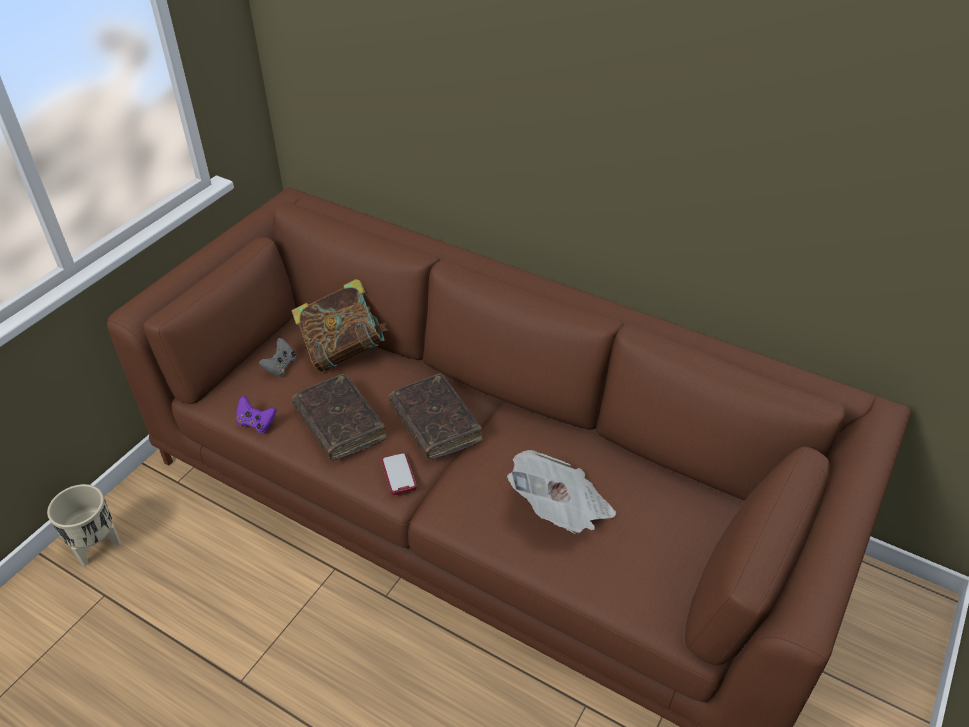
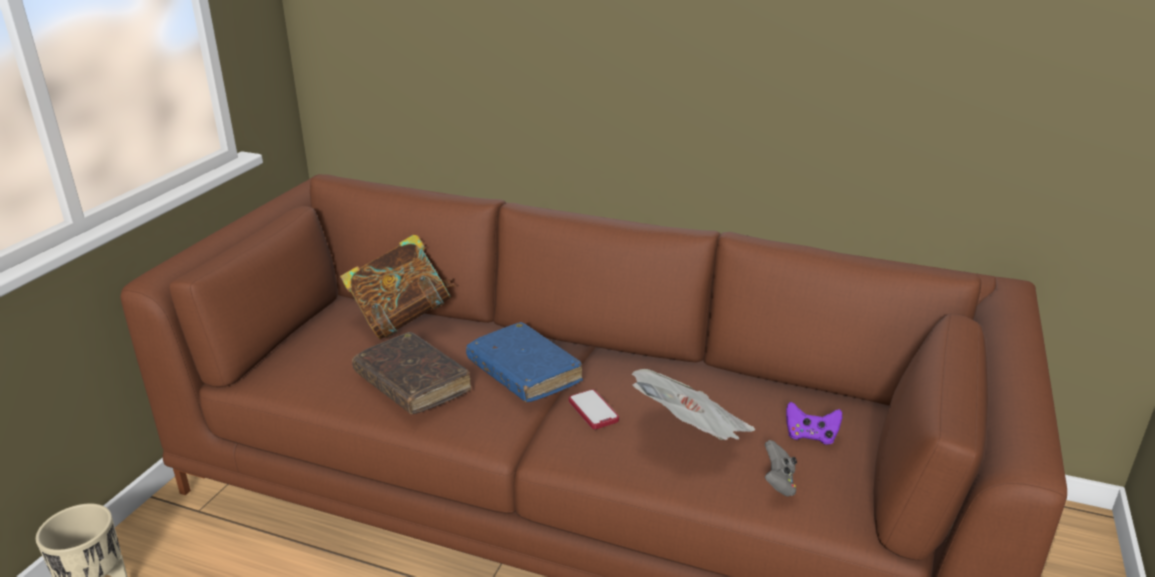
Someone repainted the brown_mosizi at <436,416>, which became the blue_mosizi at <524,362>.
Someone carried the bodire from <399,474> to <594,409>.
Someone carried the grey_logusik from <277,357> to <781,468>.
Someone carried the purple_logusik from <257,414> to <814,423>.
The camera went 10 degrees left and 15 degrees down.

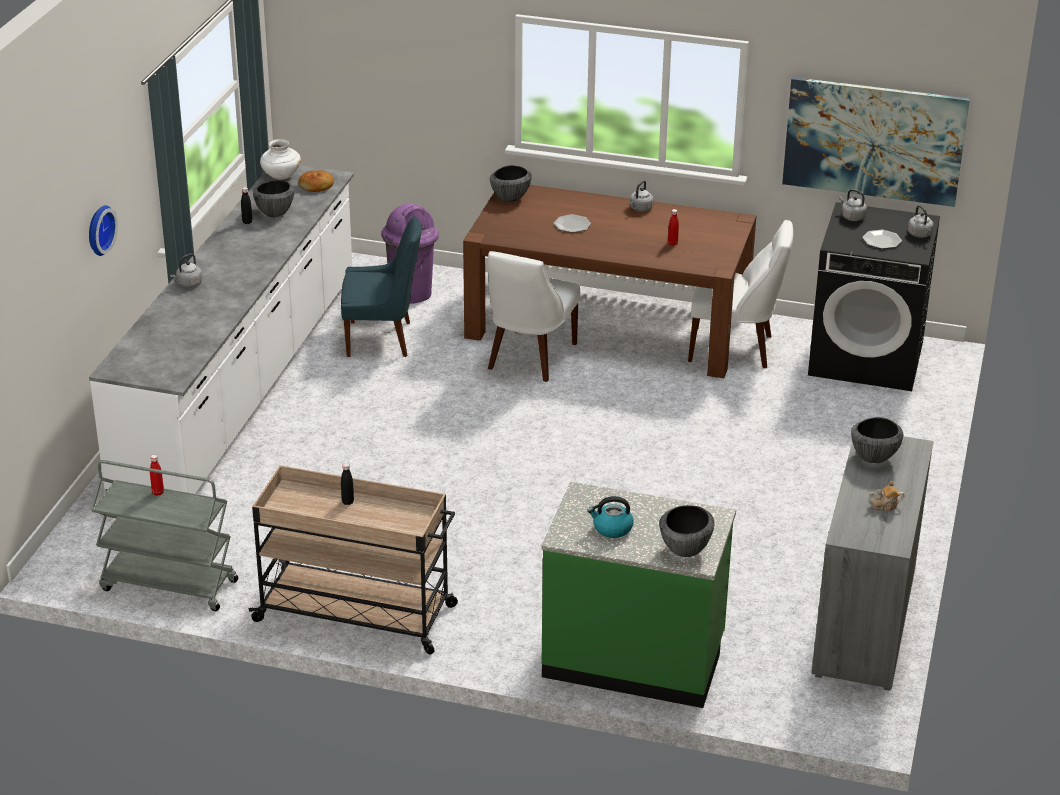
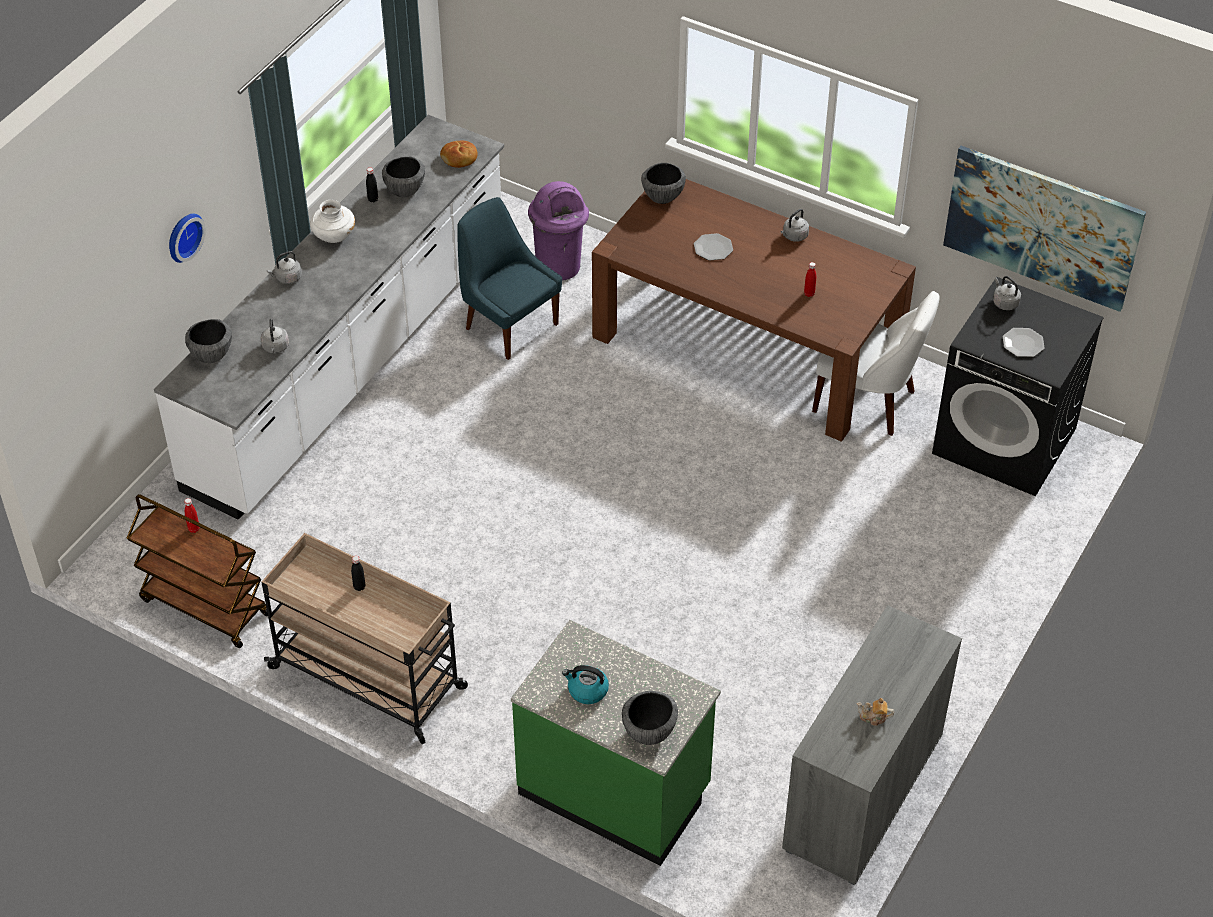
Someone repainted the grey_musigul at <164,535>, which became the brown_musigul at <197,571>.
Someone carried the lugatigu from <877,440> to <208,341>.
Someone carried the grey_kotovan from <921,221> to <275,335>.
Someone carried the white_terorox from <280,159> to <332,221>.
Someone rotated the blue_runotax at <381,286> by 150 degrees counterclockwise.
Someone took away the white_runotax at <534,316>.
The camera went 15 degrees right and 15 degrees up.

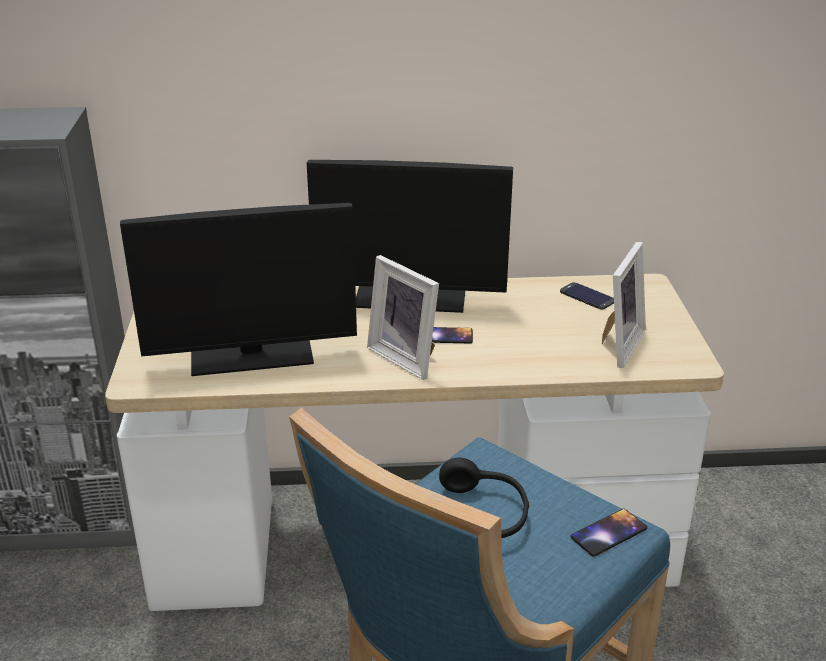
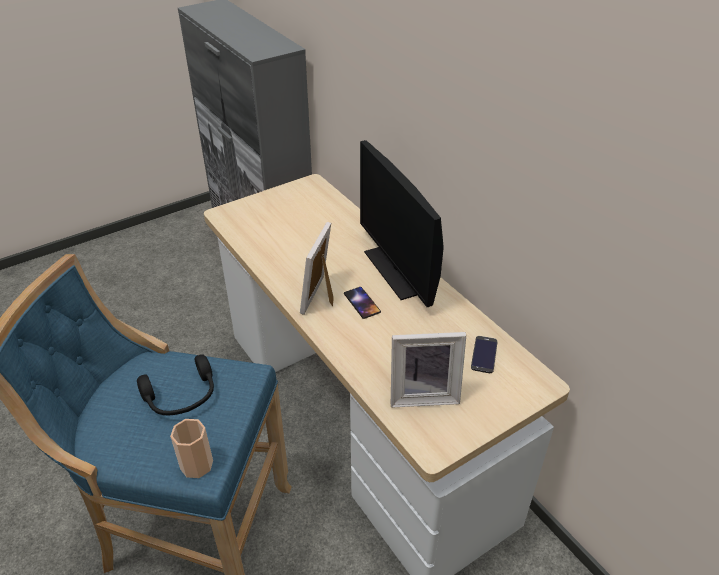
Someone swapped the bodire at <609,533> for the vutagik at <191,448>.
Someone took away the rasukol at <238,289>.
The camera went 60 degrees right and 10 degrees up.

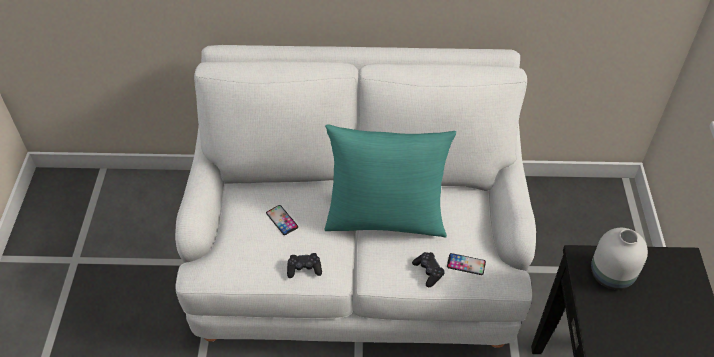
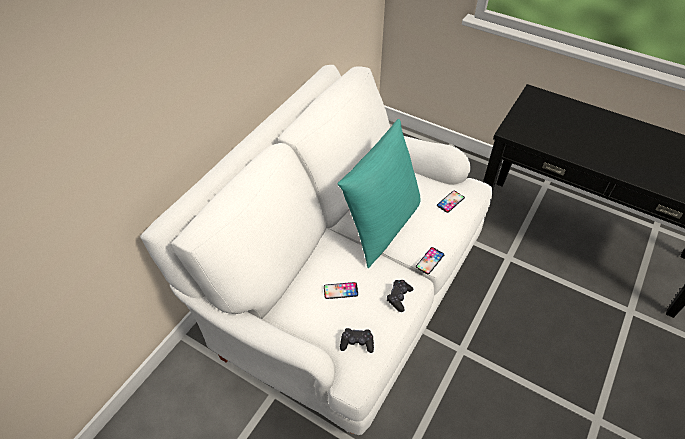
Someone carried the black_logusik from <428,269> to <357,340>.
Someone put down the bodire at <430,260>.
Someone took away the white_terorox at <619,259>.
The camera went 60 degrees left and 0 degrees up.

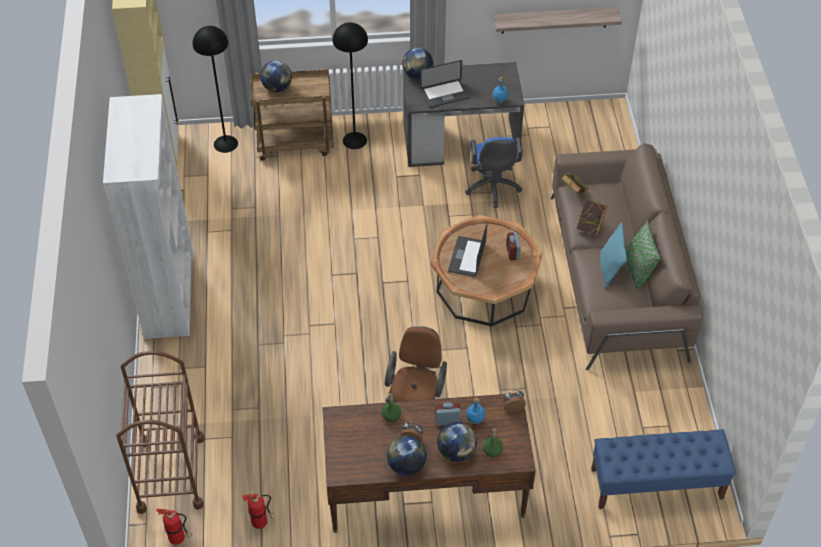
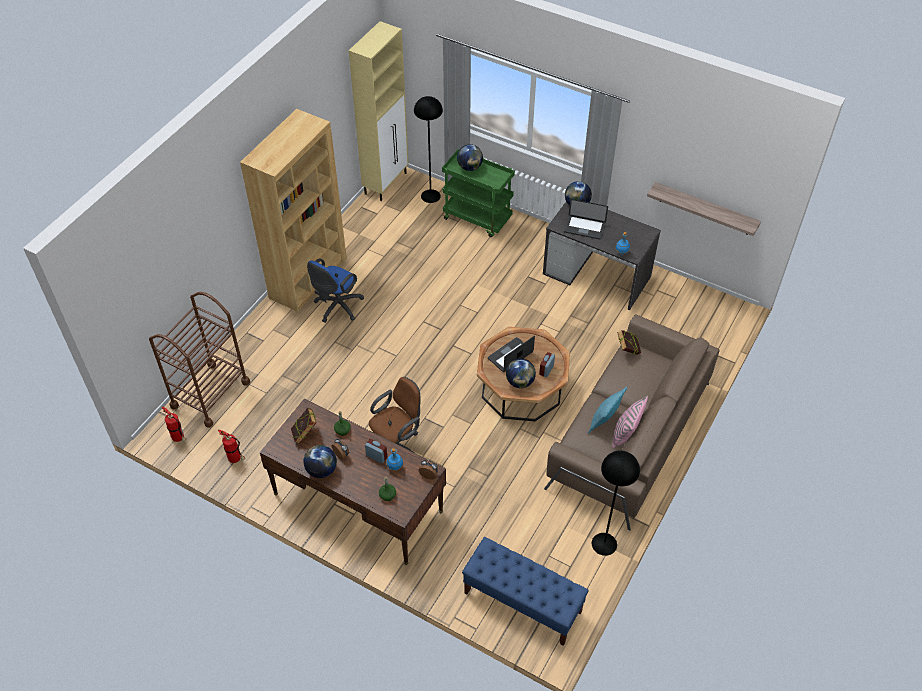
Someone repainted the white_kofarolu at <148,216>, which became the brown_kofarolu at <293,210>.
Someone carried the mosizi from <591,217> to <303,426>.
Someone carried the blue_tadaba from <494,172> to <335,291>.
Someone repainted the brown_musigul at <292,115>, which became the green_musigul at <478,193>.
Someone carried the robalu from <457,442> to <521,373>.
Someone carried the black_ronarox from <350,85> to <616,503>.
Someone repainted the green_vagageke at <643,255>, which became the pink_vagageke at <630,422>.
The camera went 35 degrees right and 0 degrees up.

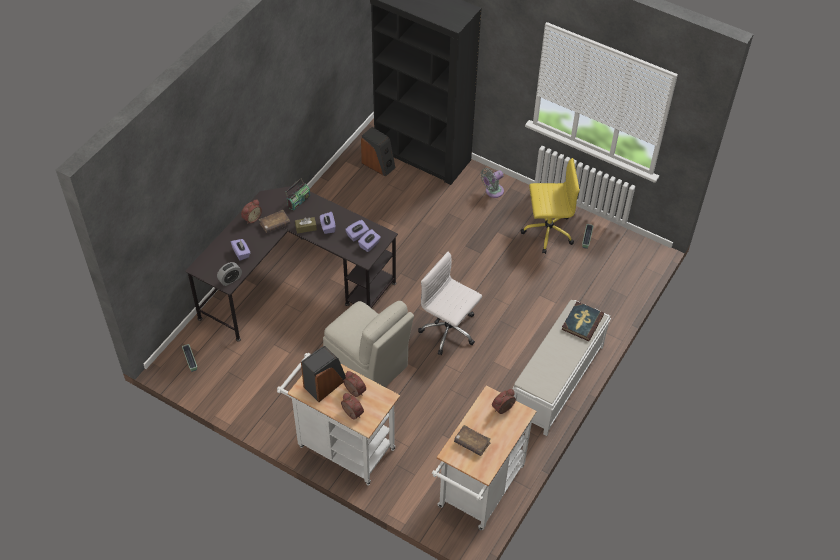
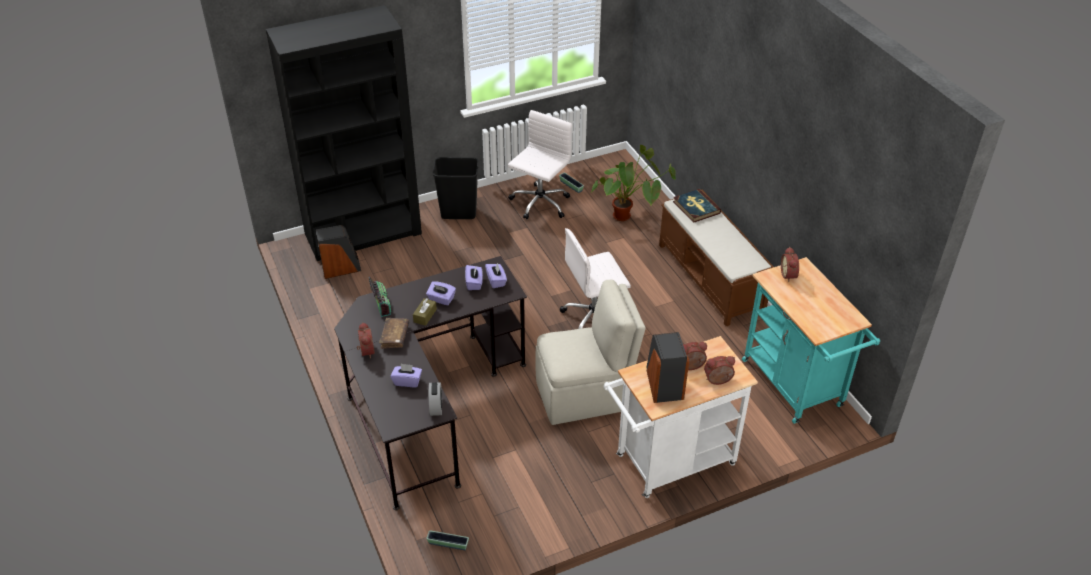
Someone swapped the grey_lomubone at <492,183> for the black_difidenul at <456,188>.
Someone repainted the yellow_tadaba at <550,206>, which became the white_tadaba at <540,164>.
Someone put down the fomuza at <634,183>.
Someone repainted the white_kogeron at <561,368>, which became the brown_kogeron at <716,258>.
Someone repainted the white_musigul at <484,458>, which became the turquoise_musigul at <811,340>.
Someone took away the brown_mosizi at <472,440>.
The camera went 55 degrees left and 10 degrees down.

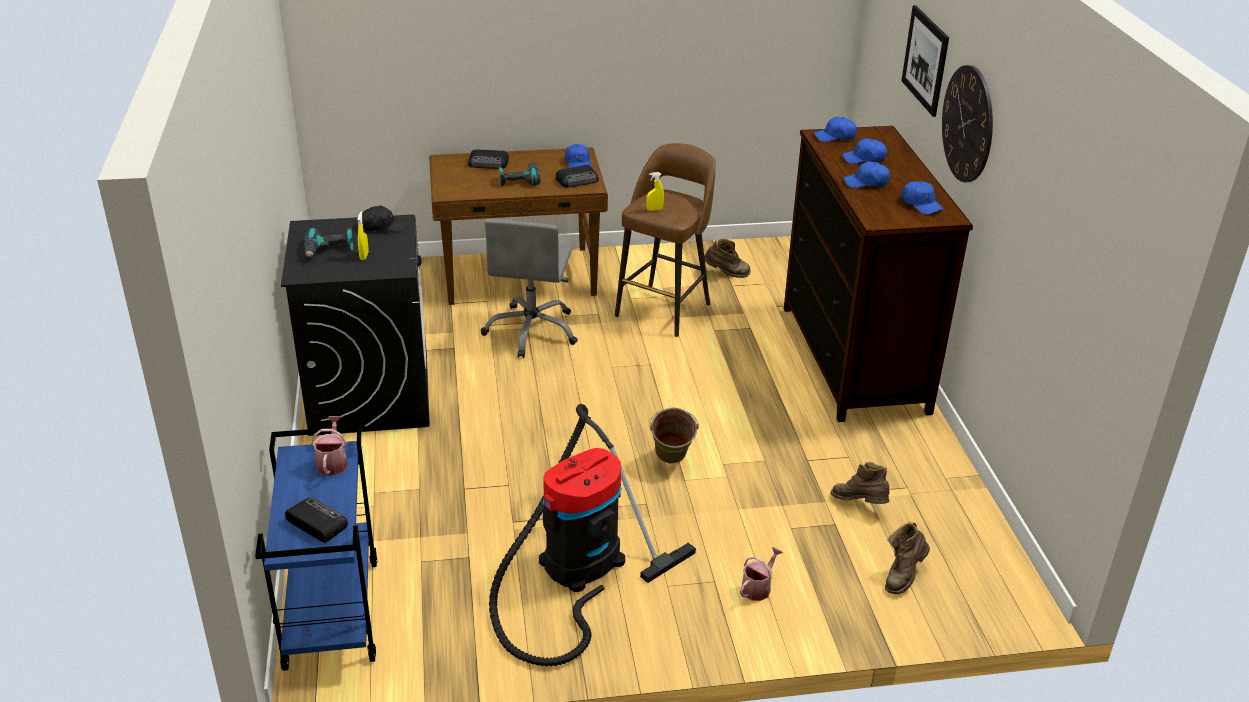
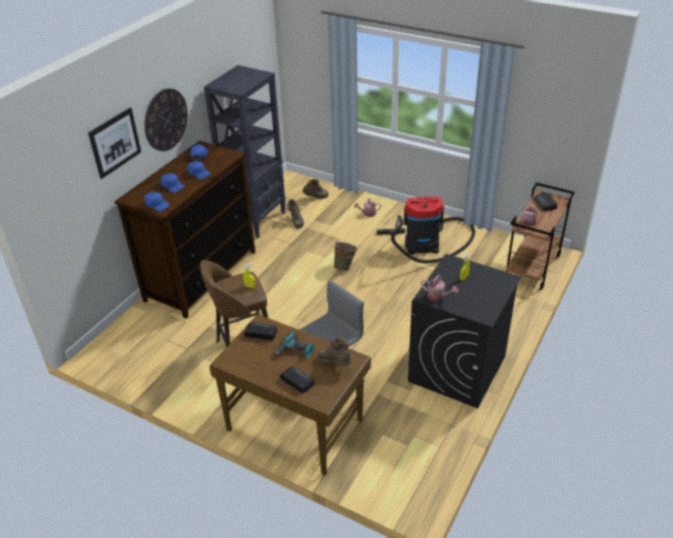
Someone put down the black_kofarolu at <245,151>.
Someone carried the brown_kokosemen from <727,258> to <334,351>.
Someone swapped the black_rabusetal at <384,219> for the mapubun at <439,288>.
Someone repainted the blue_musigul at <316,548>, which became the brown_musigul at <540,236>.
Someone took away the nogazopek at <328,243>.
Someone took away the blue_rabusetal at <578,156>.
The camera went 140 degrees left and 5 degrees up.

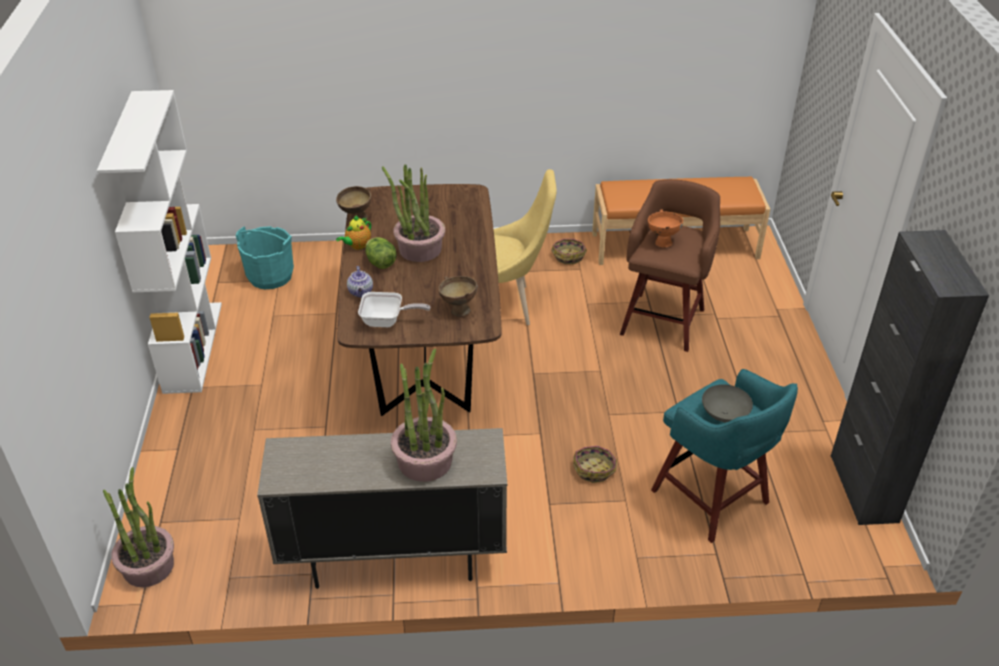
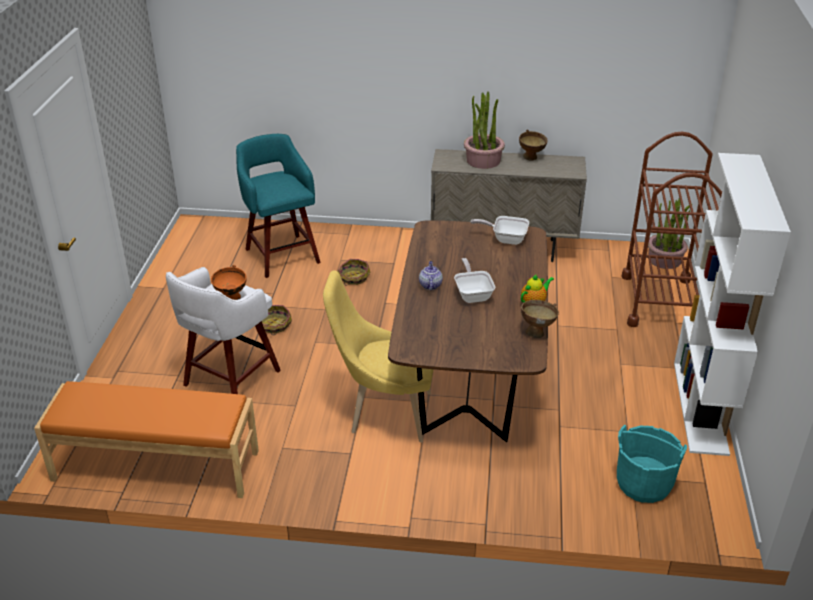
Someone repainted the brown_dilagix at <670,265>, which became the white_dilagix at <223,330>.
Someone carried the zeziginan from <569,251> to <277,320>.
Someone carried the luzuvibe from <360,282> to <431,275>.
Someone swapped the fomuza at <413,213> for the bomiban at <474,280>.
Someone carried the brown_lugatigu from <458,296> to <533,145>.
Someone put down the brown_musigul at <672,229>.
Someone took away the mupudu at <381,253>.
Someone took away the grey_lugatigu at <727,403>.
Someone took away the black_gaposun at <910,377>.
The camera went 170 degrees left and 5 degrees down.

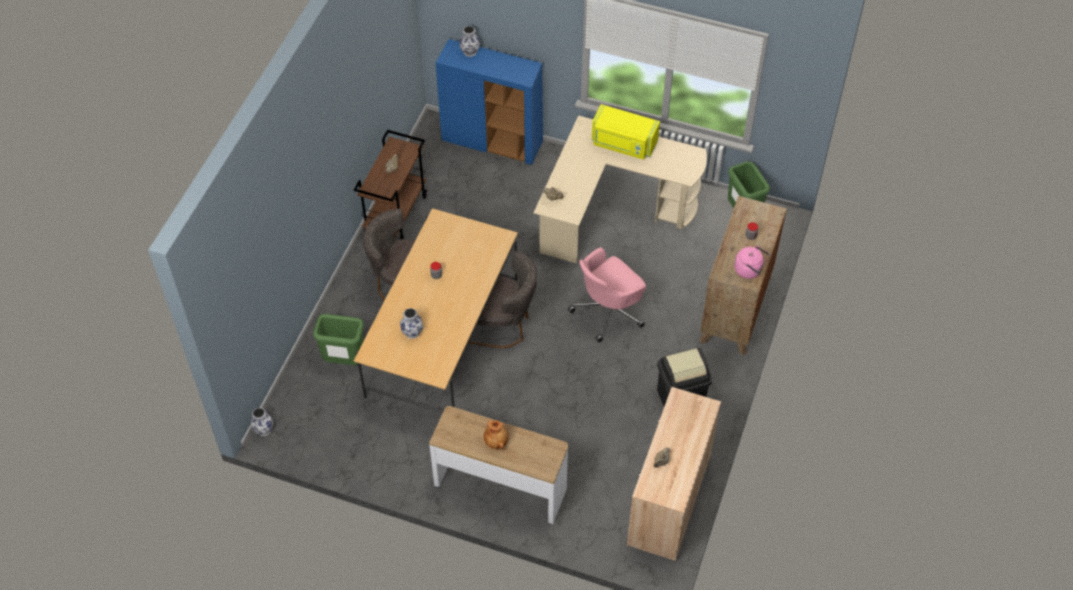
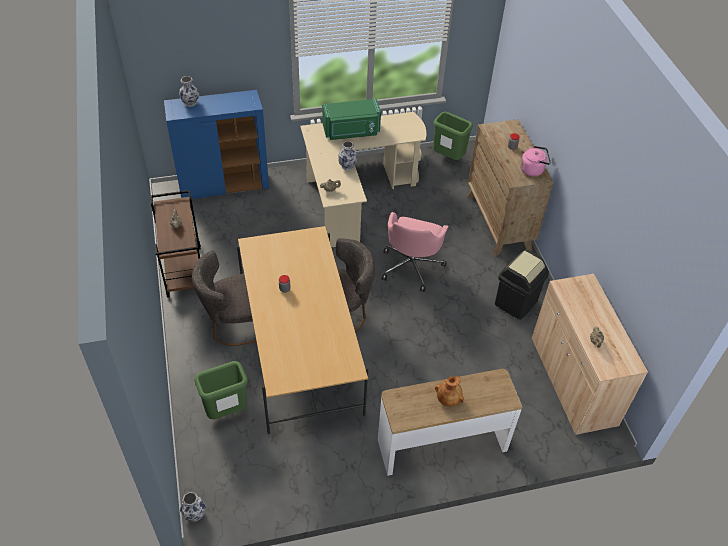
Someone repainted the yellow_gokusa at <626,132>, which became the green_gokusa at <351,119>.
Someone carried the terorox from <412,323> to <347,155>.
The camera went 35 degrees left and 5 degrees down.

